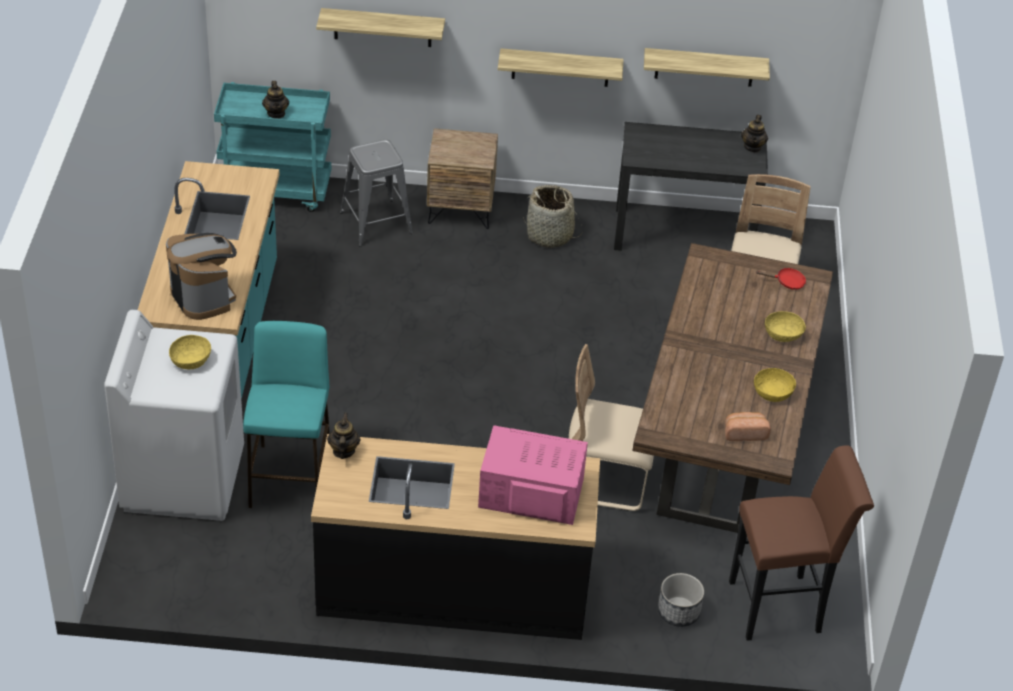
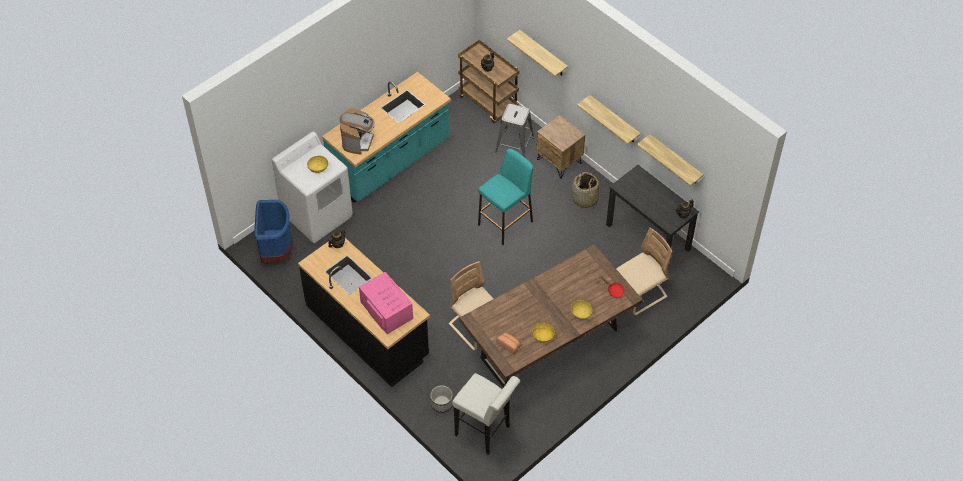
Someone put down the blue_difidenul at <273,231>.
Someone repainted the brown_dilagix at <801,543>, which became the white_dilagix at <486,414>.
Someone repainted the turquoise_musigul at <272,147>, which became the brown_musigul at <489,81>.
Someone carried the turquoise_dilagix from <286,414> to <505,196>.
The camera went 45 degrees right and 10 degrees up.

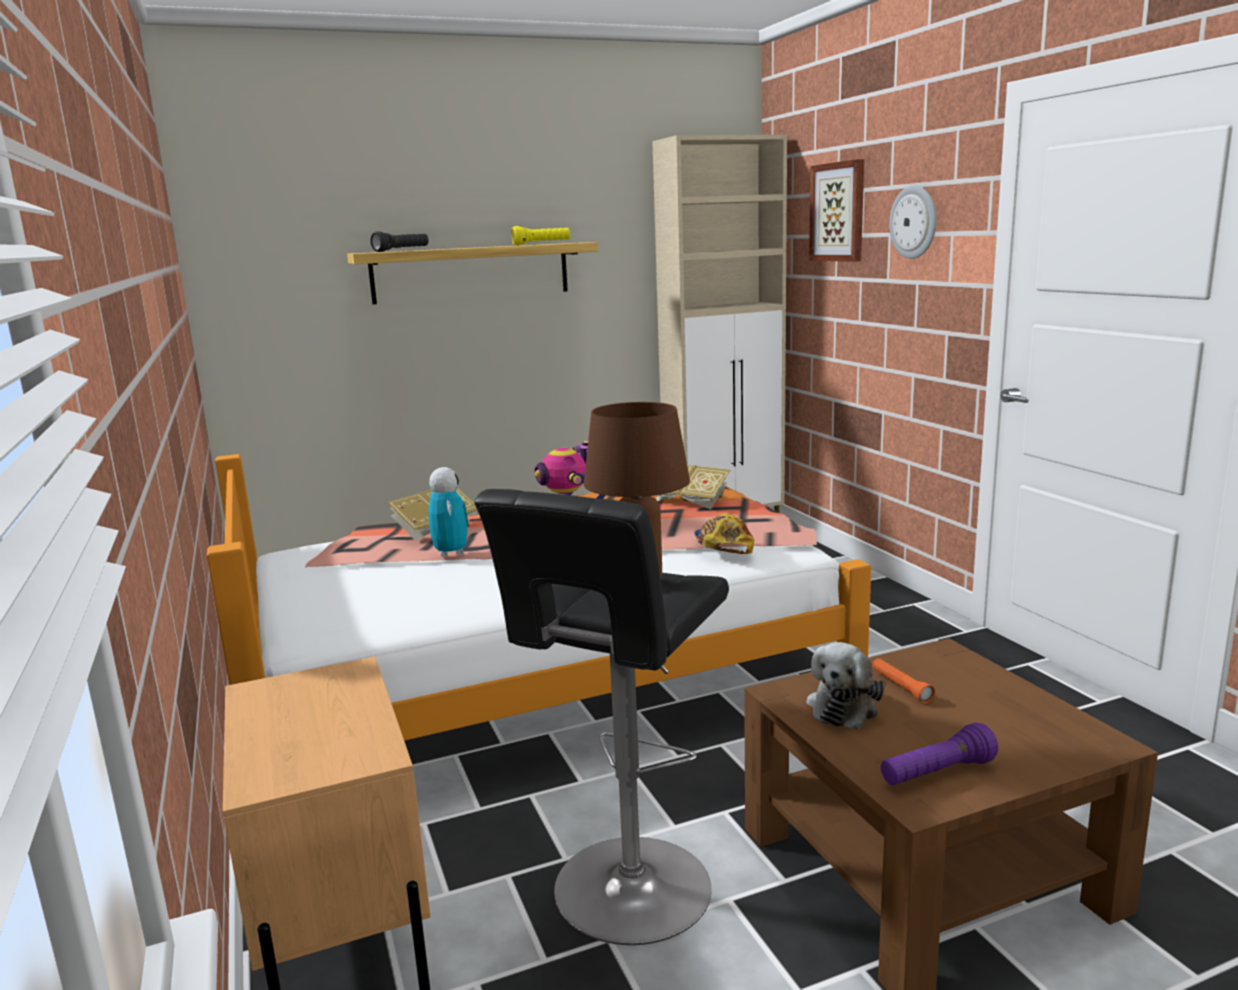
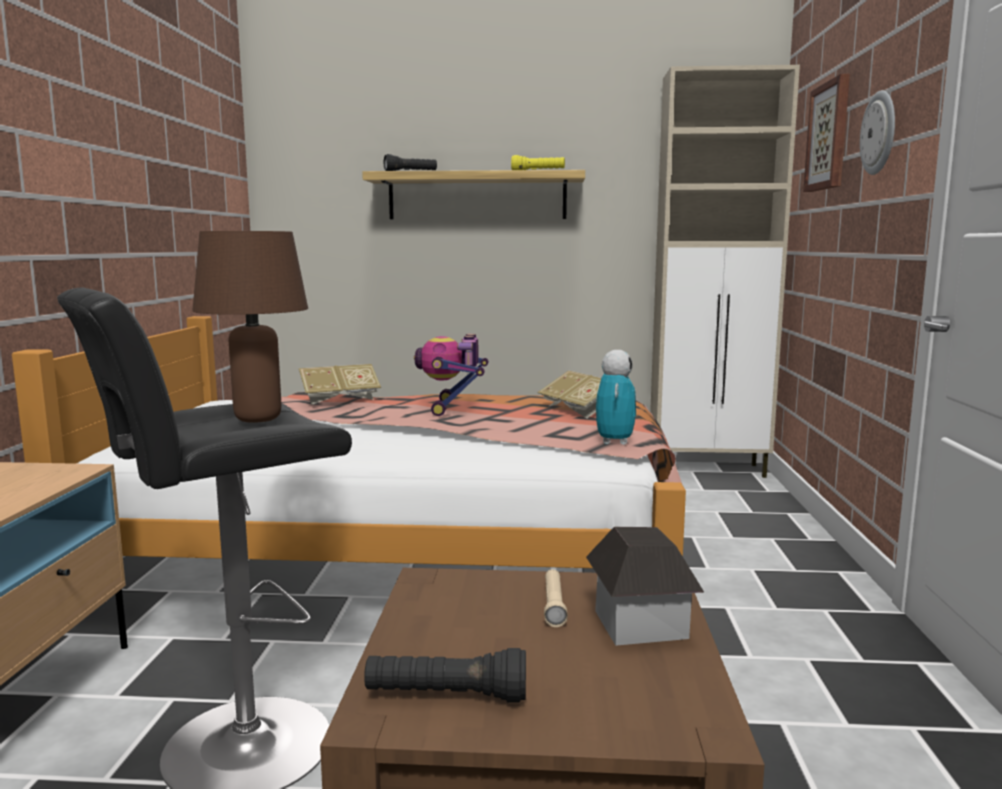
Someone repainted the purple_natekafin at <939,754>, which became the black_natekafin at <445,675>.
Someone repainted the orange_natekafin at <903,680>, which became the beige_natekafin at <556,598>.
Someone put down the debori at <645,586>.
Someone carried the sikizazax from <449,512> to <616,397>.
Someone took away the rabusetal at <724,534>.
Someone took away the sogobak at <845,685>.
The camera went 25 degrees right and 5 degrees down.

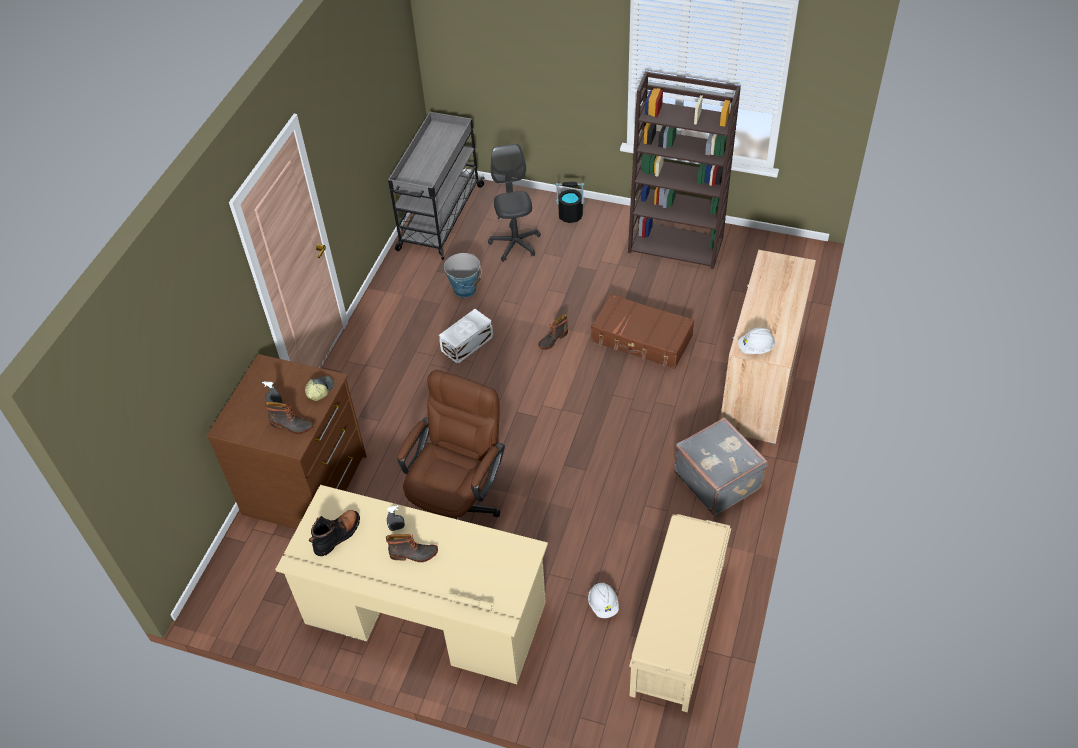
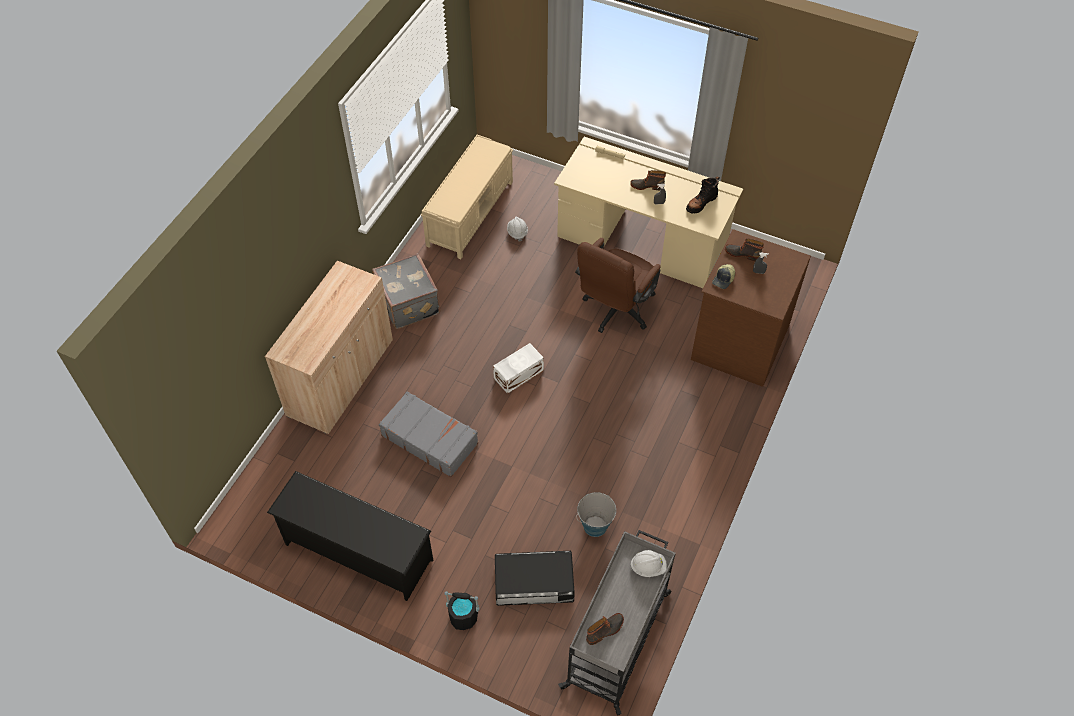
Someone swapped the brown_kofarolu at <684,170> for the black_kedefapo at <350,536>.
Someone repainted the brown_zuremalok at <642,331>, which became the grey_zuremalok at <428,434>.
Someone carried the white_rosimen from <466,336> to <518,368>.
Someone swapped the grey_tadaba at <514,203> for the black_rosimen at <535,578>.
Someone carried the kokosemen from <553,332> to <605,629>.
Someone carried the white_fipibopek from <756,341> to <648,563>.
The camera went 175 degrees left and 5 degrees up.

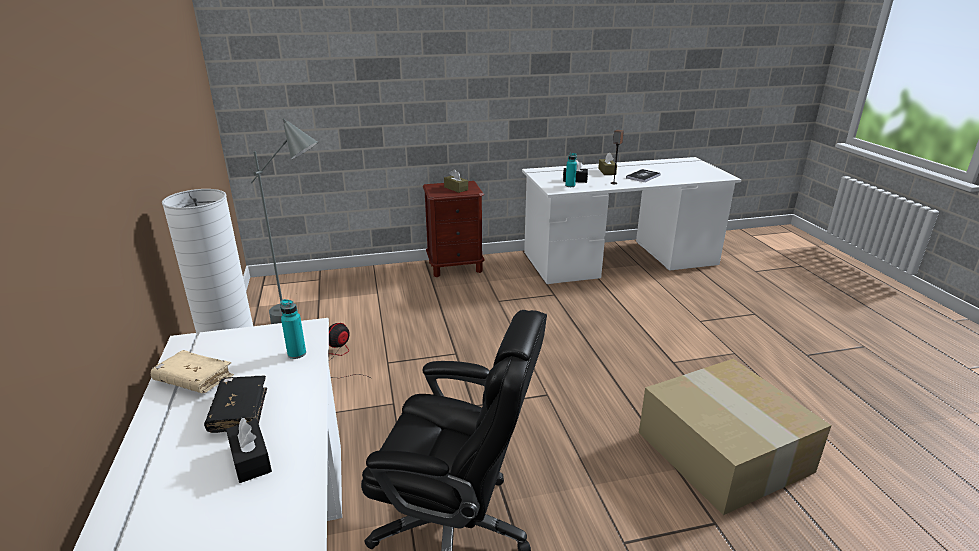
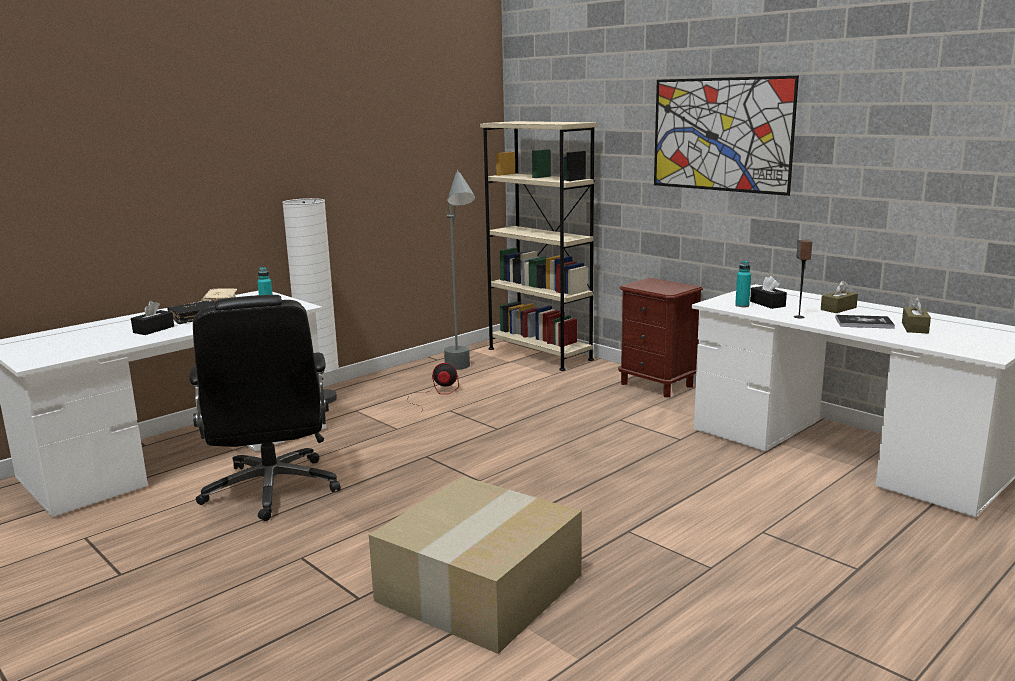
Someone put down the beige_kofarolu at <539,246>.
Someone put up the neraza at <726,136>.
Someone carried the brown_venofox from <456,181> to <916,315>.
The camera went 60 degrees right and 10 degrees down.

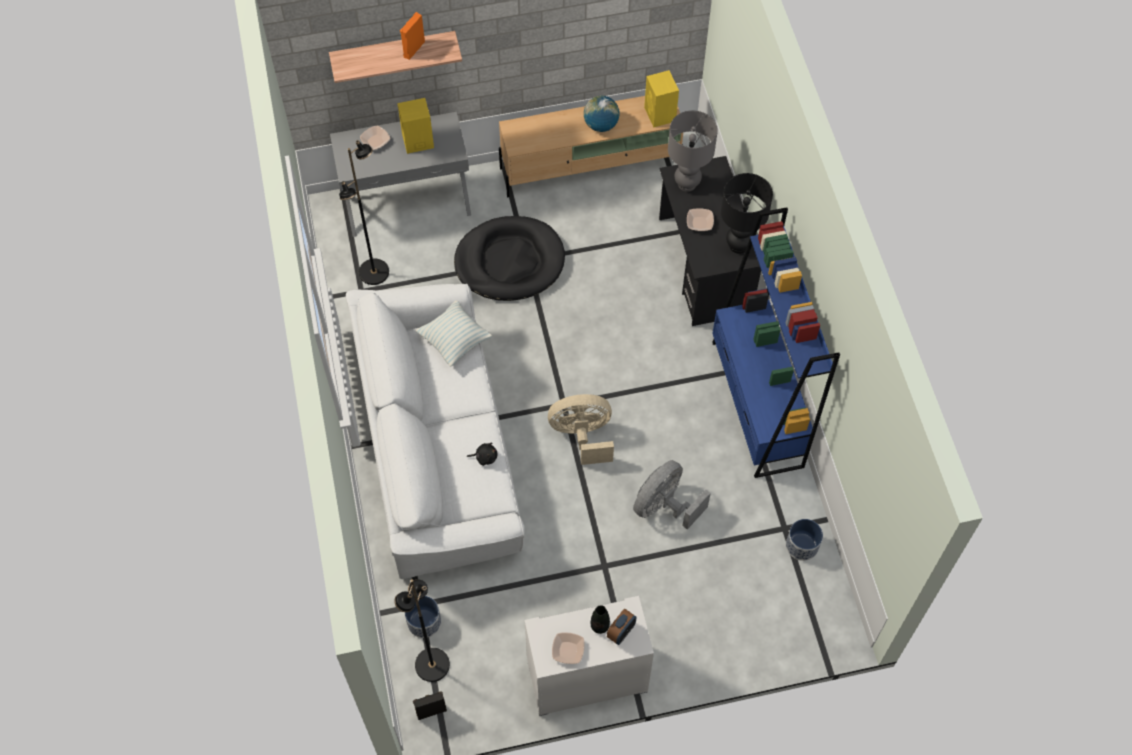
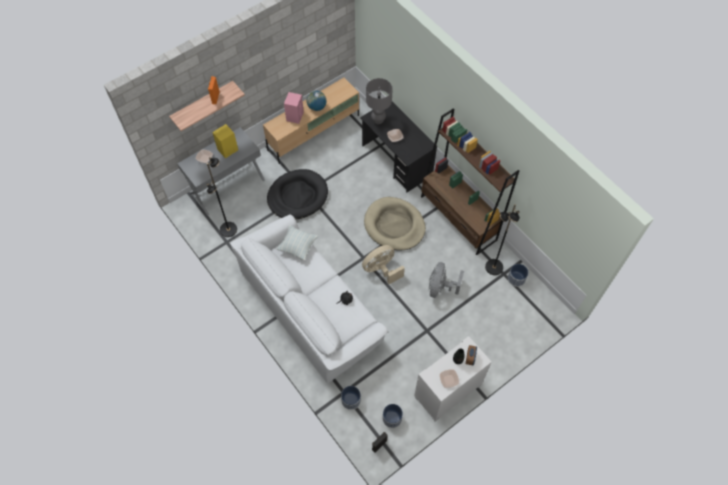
Someone put down the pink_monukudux at <294,108>.
Someone put down the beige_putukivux at <395,224>.
Someone put down the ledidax at <393,416>.
Someone repainted the blue_kofarolu at <776,343>, which became the brown_kofarolu at <470,181>.
Someone carried the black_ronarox from <422,630> to <502,239>.
Someone took away the yellow_monukudux at <661,98>.
Someone took away the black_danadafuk at <747,213>.
The camera went 25 degrees left and 0 degrees up.

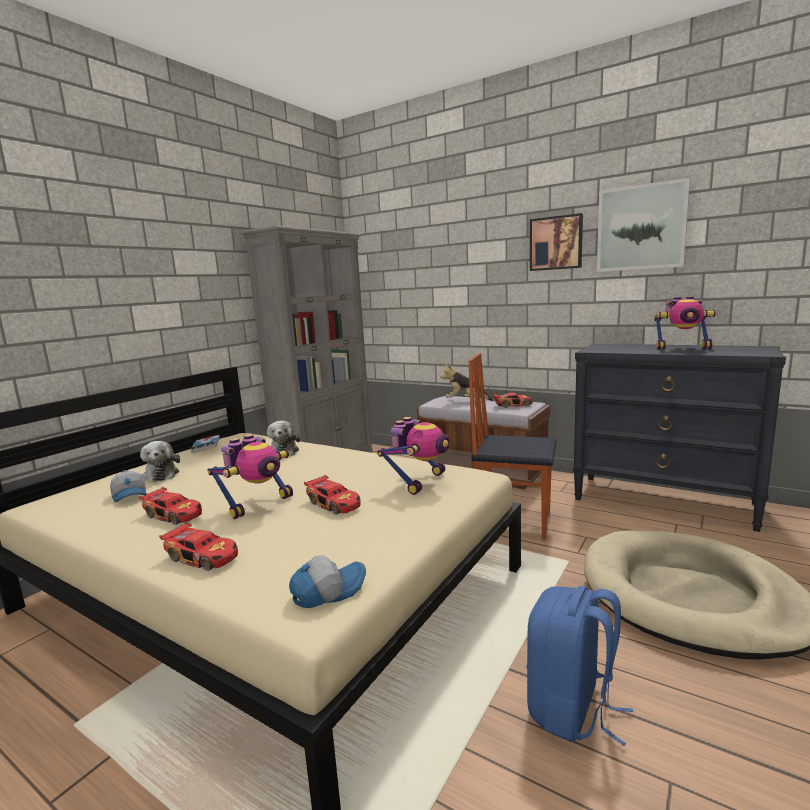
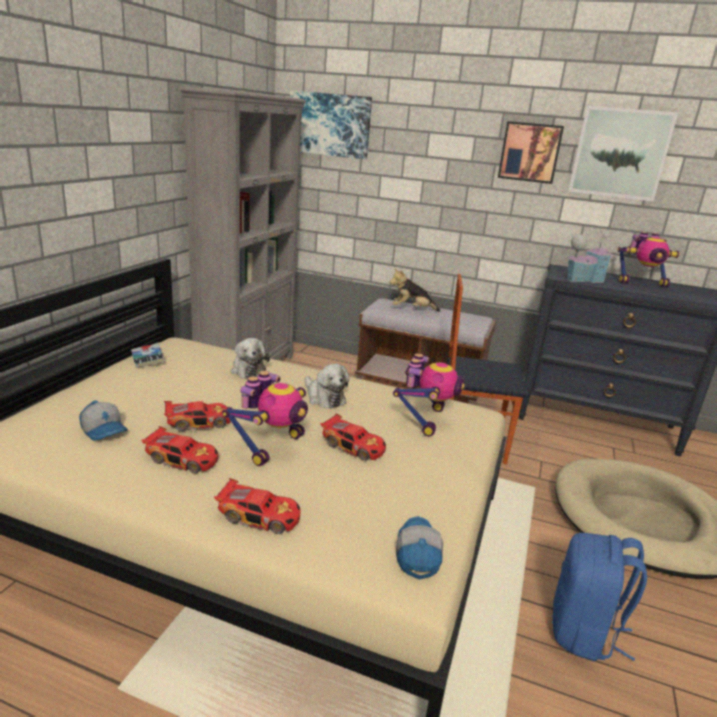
Someone carried the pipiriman from <512,400> to <197,416>.
Someone put up the neraza at <331,125>.
Someone carried the sogobak from <160,461> to <327,386>.
Someone rotated the rabusetal at <327,581> by 45 degrees counterclockwise.
Someone put down the debori at <590,257>.
The camera went 15 degrees left and 10 degrees up.

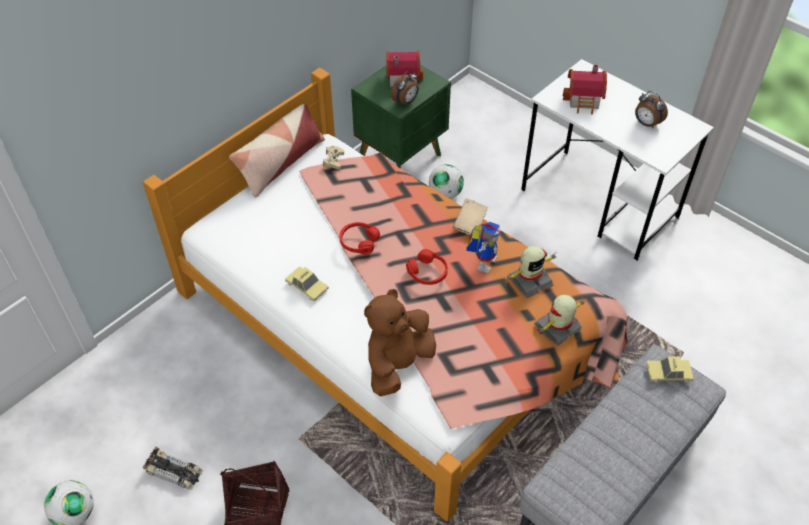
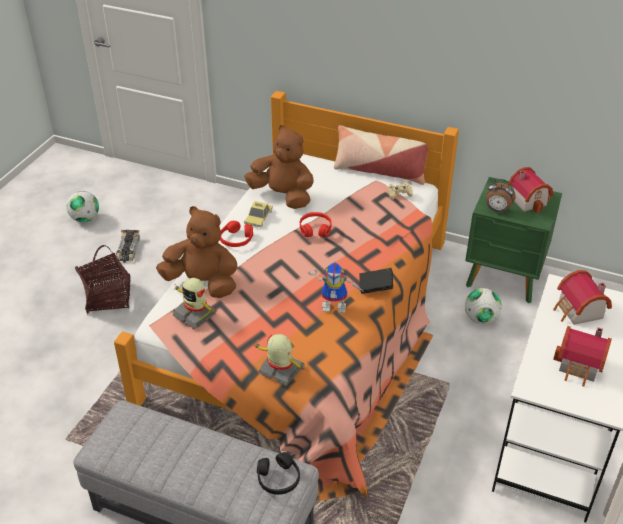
Someone carried the sikizazax from <531,272> to <195,303>.
Someone carried the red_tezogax from <427,267> to <236,234>.
Someone put down the brown_sogobak at <278,167>.
Someone swapped the pipiriman at <670,369> for the black_tezogax at <278,473>.
Someone repainted the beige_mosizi at <470,216>, which became the black_mosizi at <376,281>.
Someone swapped the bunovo at <651,109> for the debori at <582,356>.
The camera went 70 degrees right and 10 degrees down.

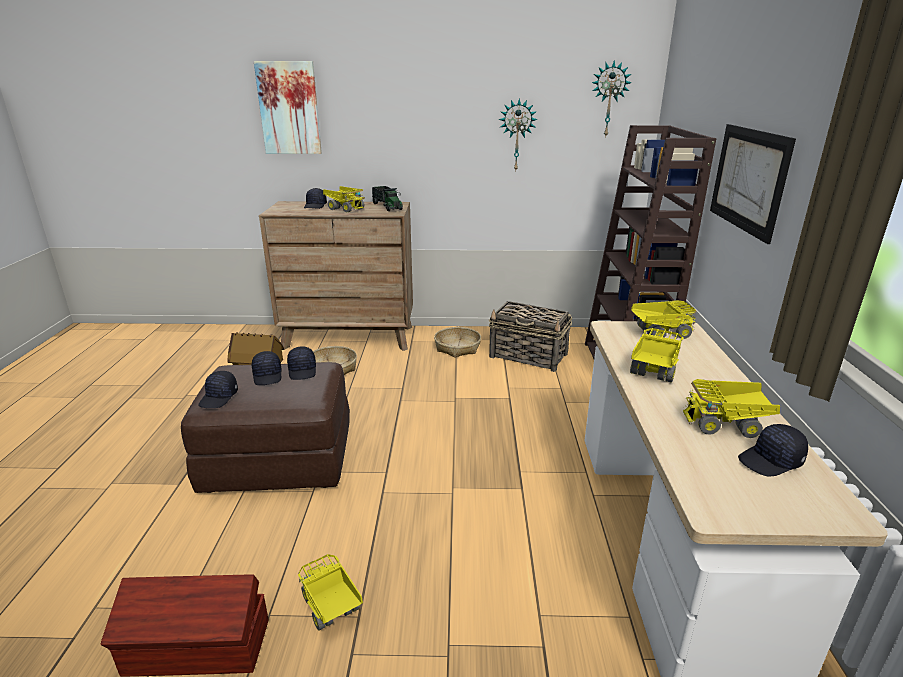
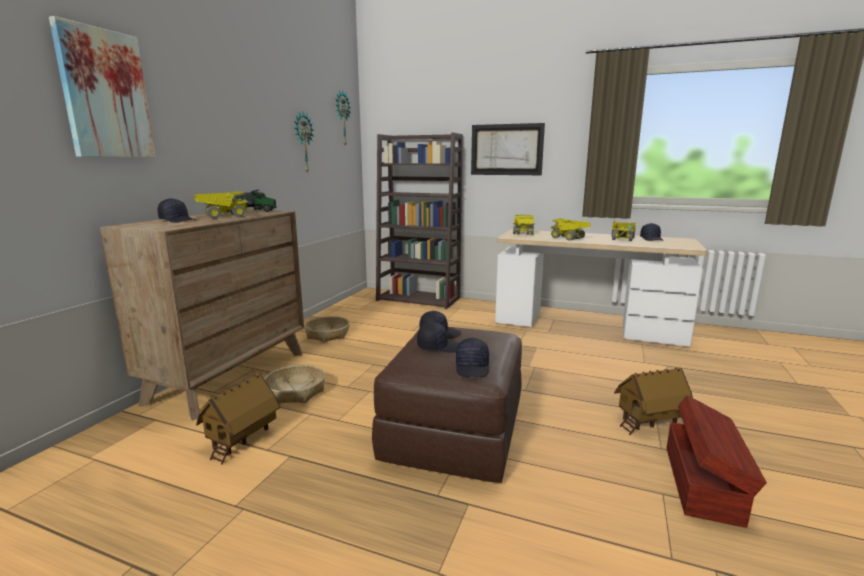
Someone rotated the black_rabusetal at <218,389> by 60 degrees clockwise.
Someone swapped the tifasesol at <330,592> for the debori at <653,401>.
Someone took away the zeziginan at <531,336>.
The camera went 70 degrees left and 10 degrees down.

